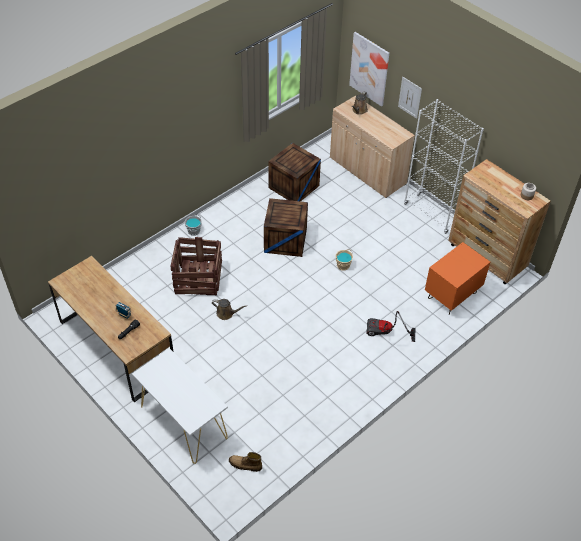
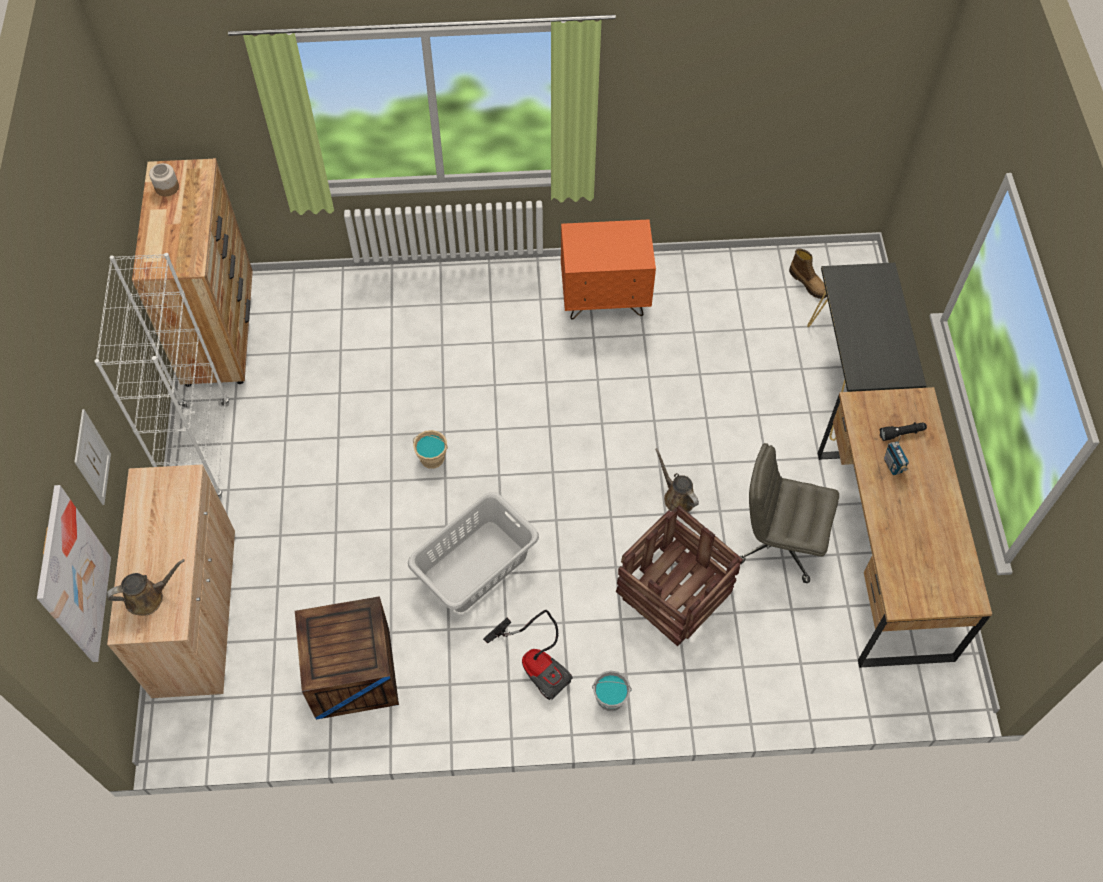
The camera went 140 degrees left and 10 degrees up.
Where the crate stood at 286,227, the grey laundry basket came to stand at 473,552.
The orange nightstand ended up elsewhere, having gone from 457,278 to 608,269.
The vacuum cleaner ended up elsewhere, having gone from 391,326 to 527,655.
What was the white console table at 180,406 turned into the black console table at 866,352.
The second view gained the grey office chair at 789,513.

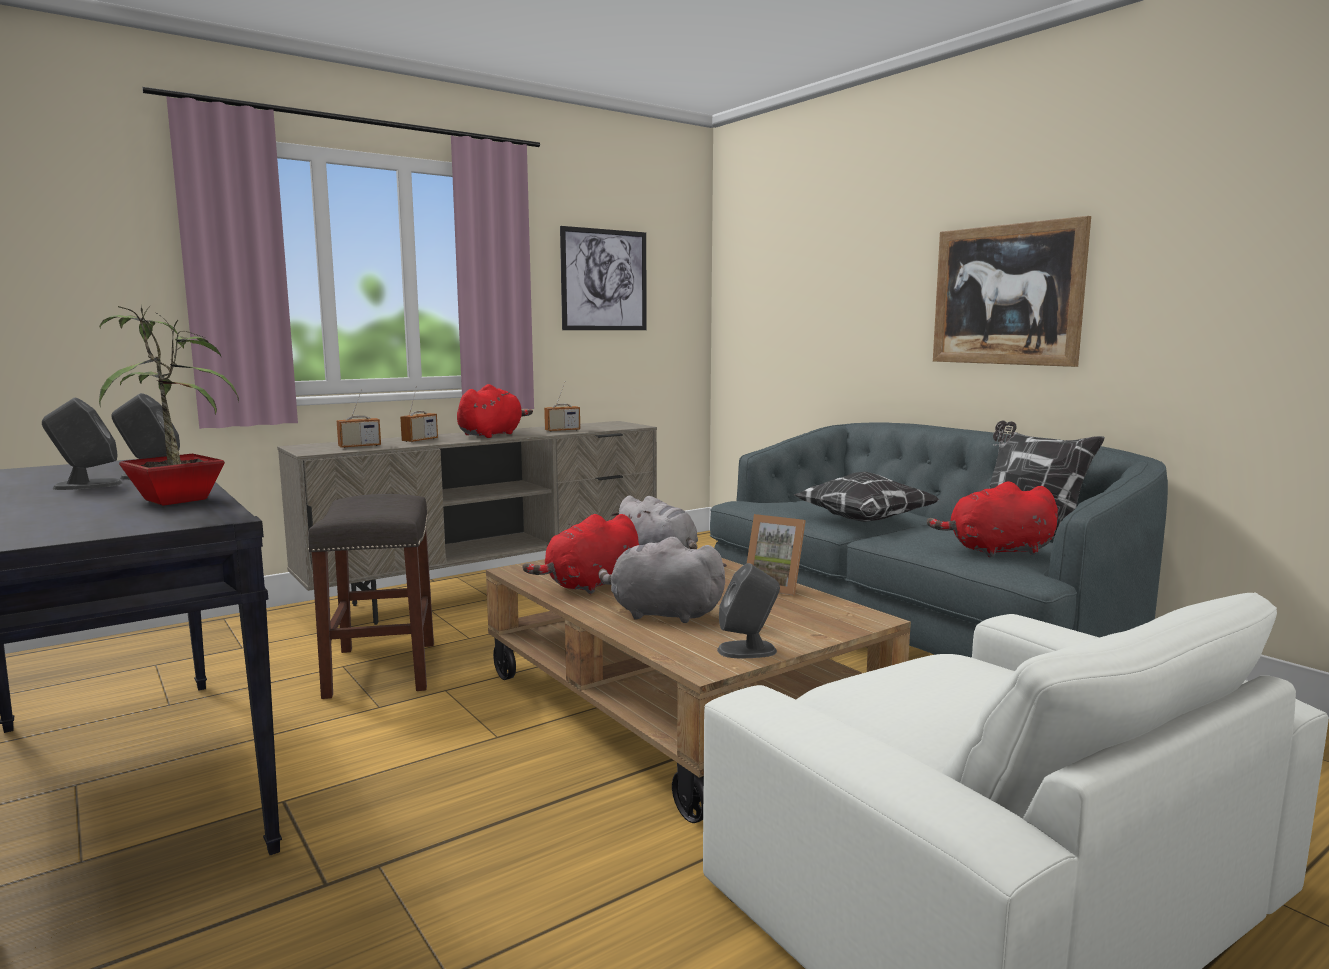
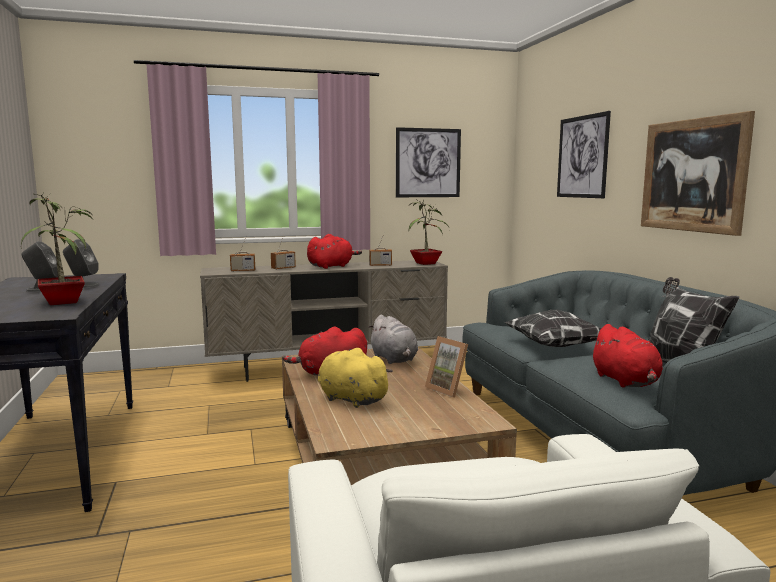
The camera went 20 degrees right and 0 degrees up.
The red plush toy at 992,519 ended up facing another way, 120 degrees counterclockwise from before.
The second view lost the grey stool at 371,596.
What was the grey plush toy at 662,580 turned into the yellow plush toy at 355,378.
The second view lost the grey speaker at 748,610.
The second view gained the picture at 584,154.
The second view gained the potted plant at 429,232.

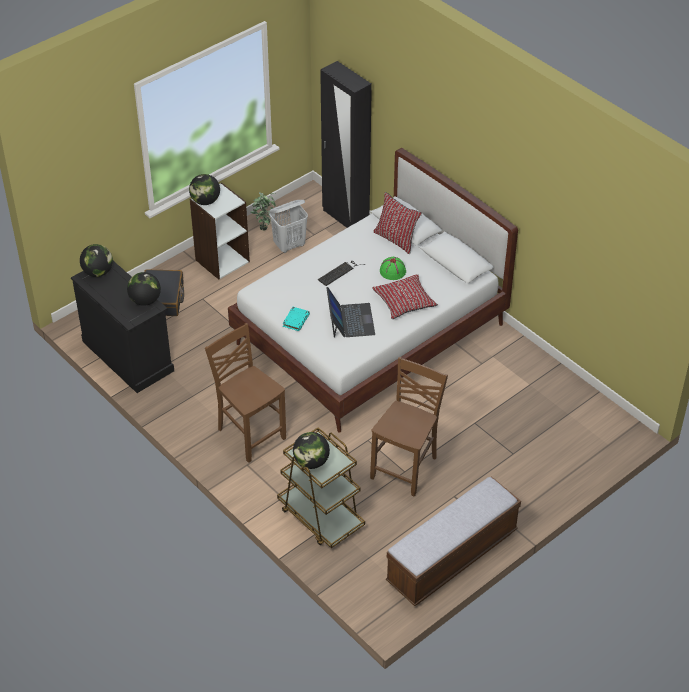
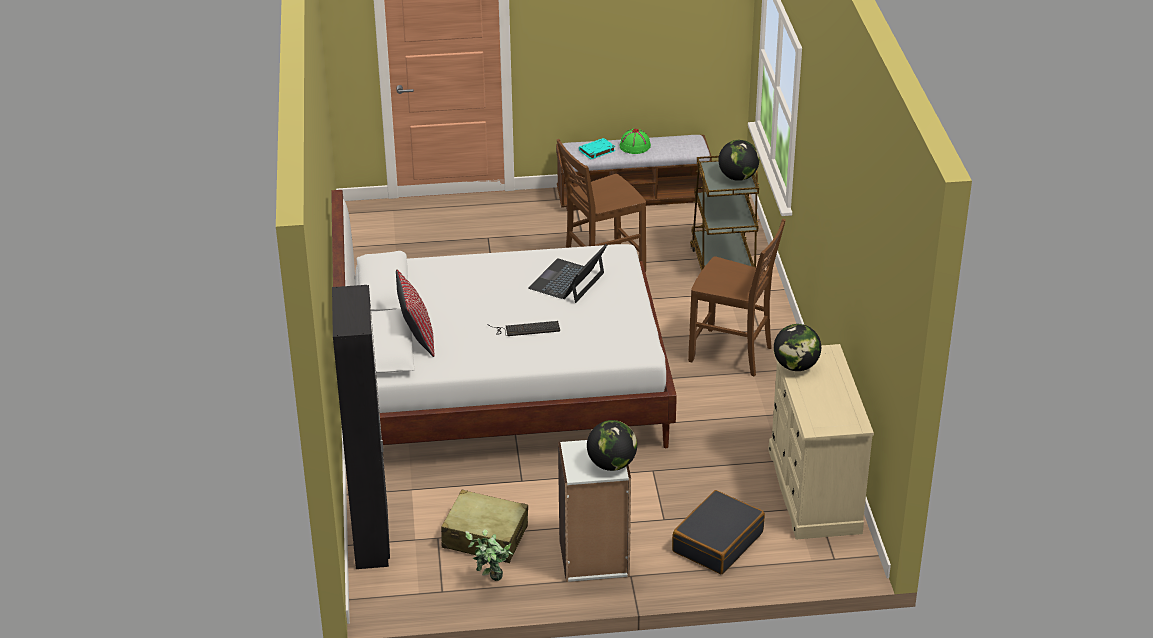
The camera went 145 degrees left and 10 degrees down.
Where the white laundry basket stood at 288,226, the beige suitcase came to stand at 484,526.
The second view lost the globe at 96,260.
The green hat ended up elsewhere, having gone from 393,268 to 635,141.
What was the black dresser at 122,327 turned into the beige dresser at 821,442.
The second view lost the red pillow at 405,296.
The turquoise book ended up elsewhere, having gone from 296,319 to 597,148.
The brown chair at 245,393 ended up facing another way, 60 degrees counterclockwise from before.

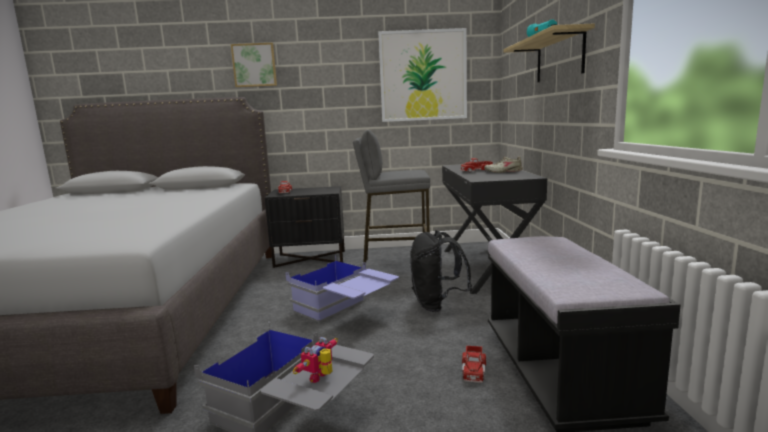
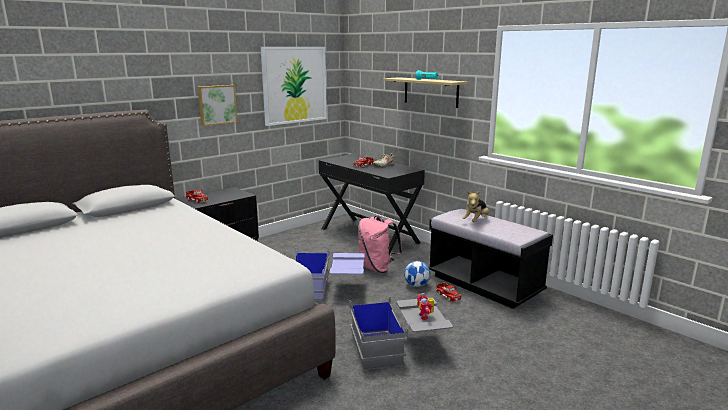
The camera went 40 degrees left and 5 degrees up.
The picture ended up elsewhere, having gone from 254,65 to 218,105.
The second view lost the grey stool at 391,197.
What was the black backpack at 441,271 turned into the pink backpack at 380,244.
The second view gained the plush toy at 475,206.
The second view gained the football at 417,274.

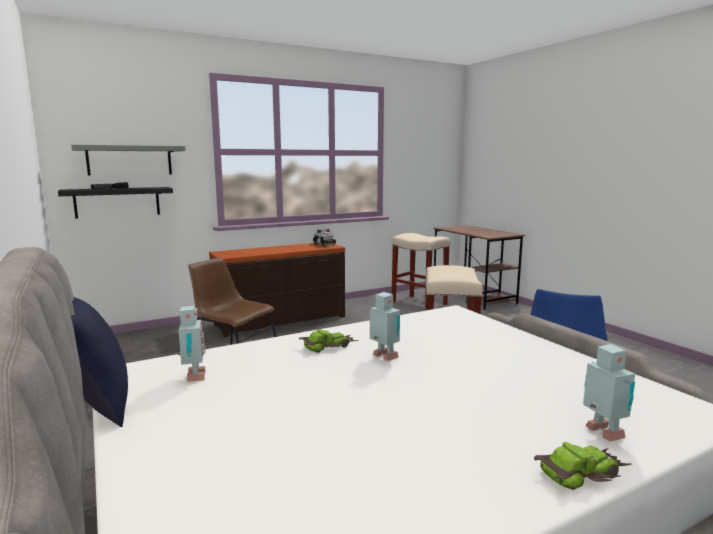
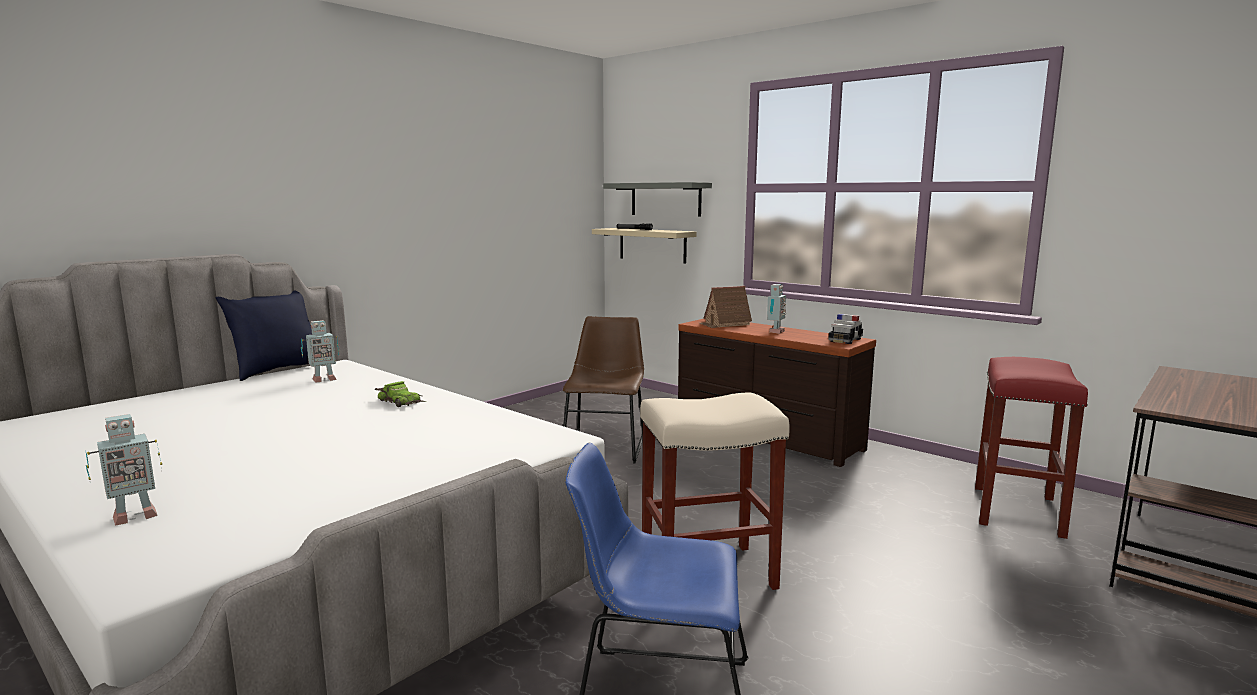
The camera went 70 degrees right and 0 degrees up.
What was the black shelf at 115,203 turned into the beige shelf at 644,246.
What was the beige stool at 421,272 turned into the red stool at 1031,448.
The toy robot ended up elsewhere, having gone from 385,326 to 776,309.
The second view lost the toy car at 582,466.
The second view gained the toy house at 725,307.

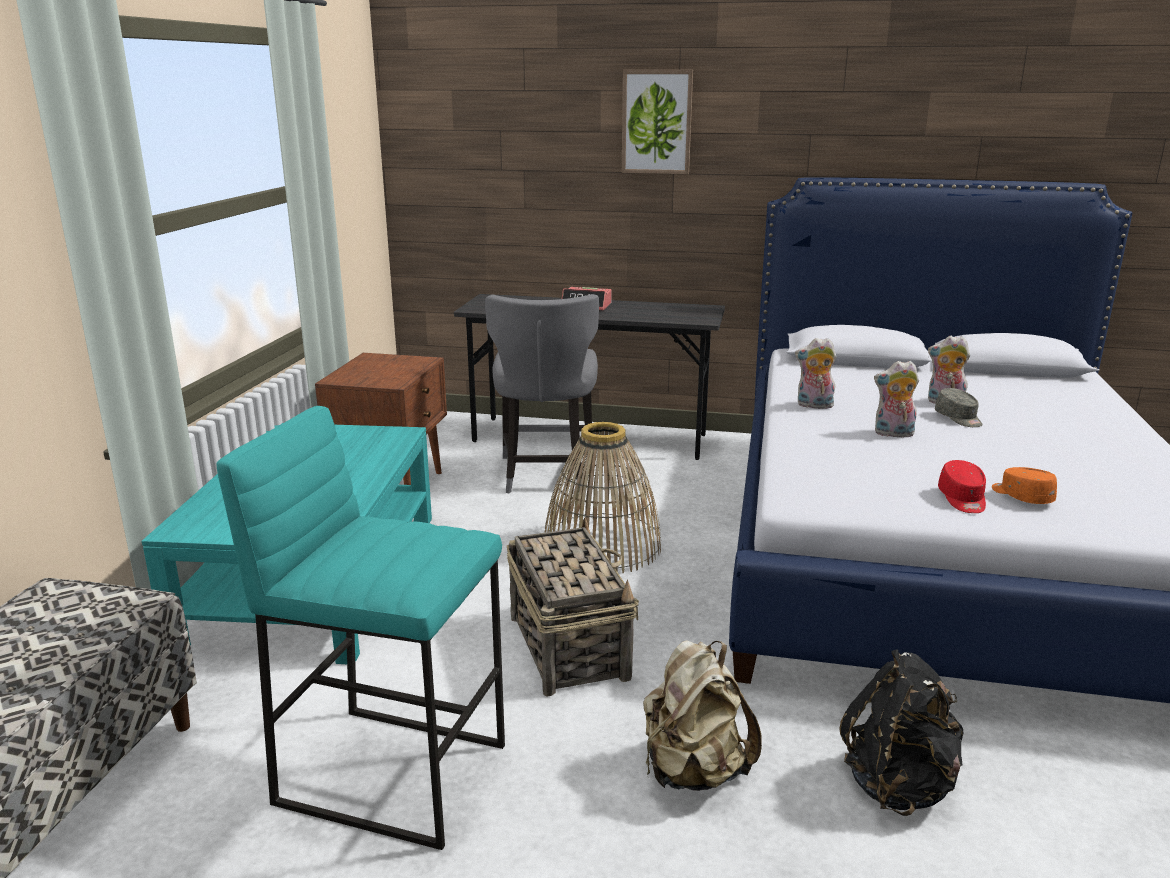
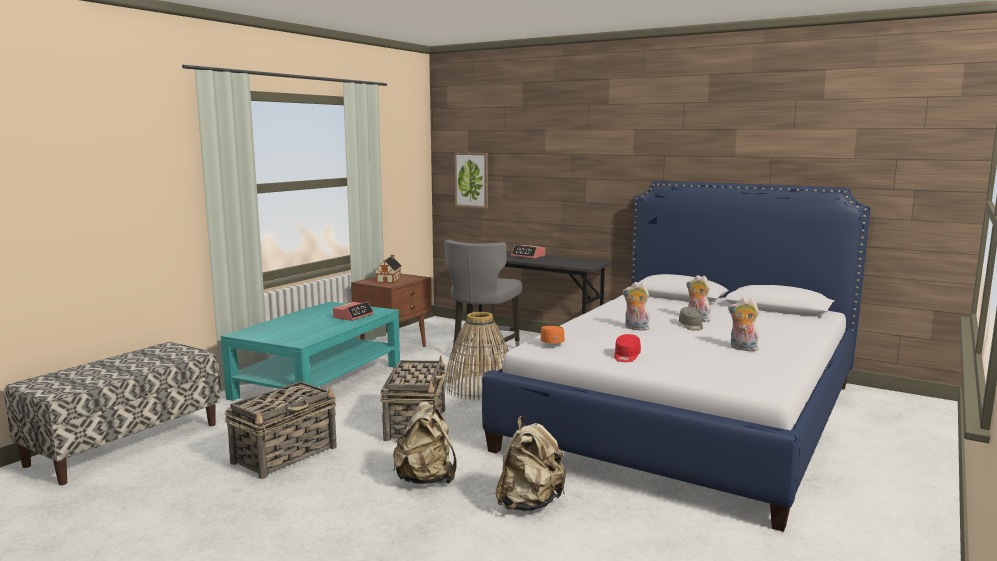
The camera went 20 degrees right and 10 degrees down.
The picture ended up elsewhere, having gone from 657,122 to 471,180.
The plush toy ended up elsewhere, having gone from 816,373 to 743,324.
Where the turquoise stool stood at 360,628, the basket came to stand at 281,430.
The orange cap ended up elsewhere, having gone from 1024,485 to 552,334.
What was the black backpack at 902,732 turned into the beige backpack at 531,463.
The second view gained the toy house at 388,269.
The second view gained the alarm clock at 353,311.

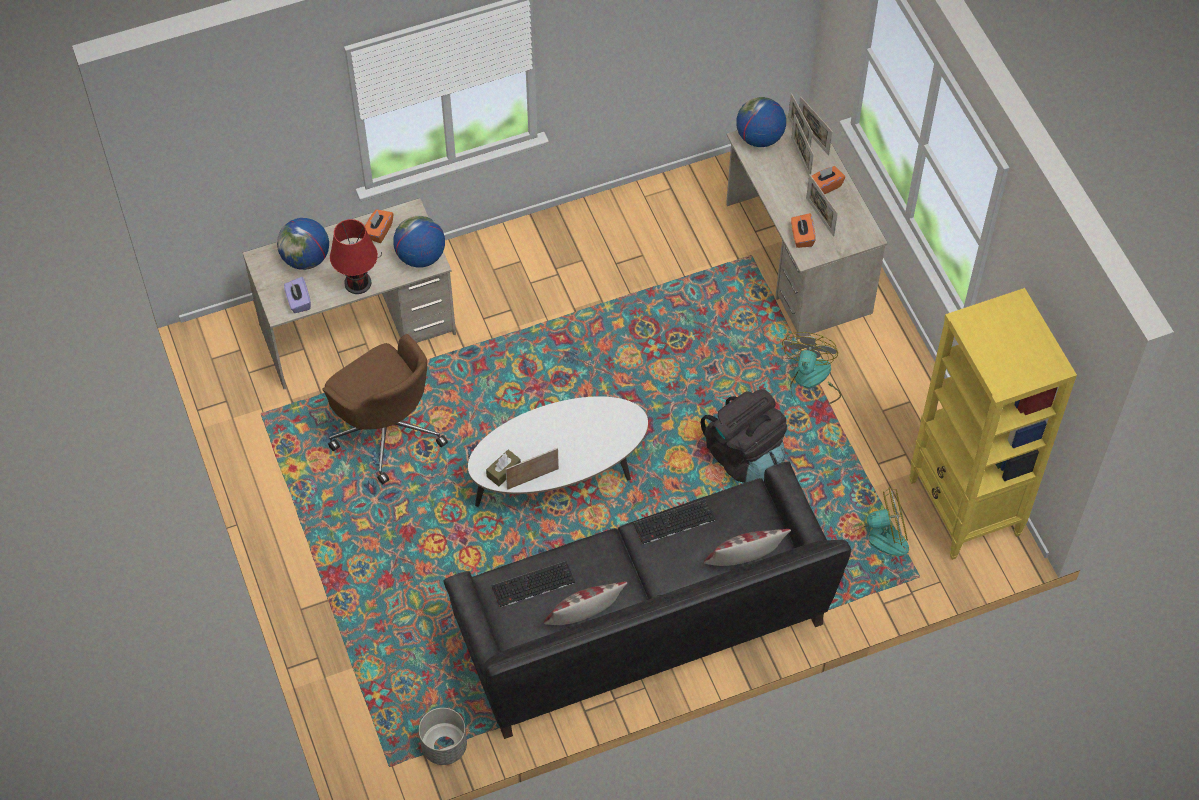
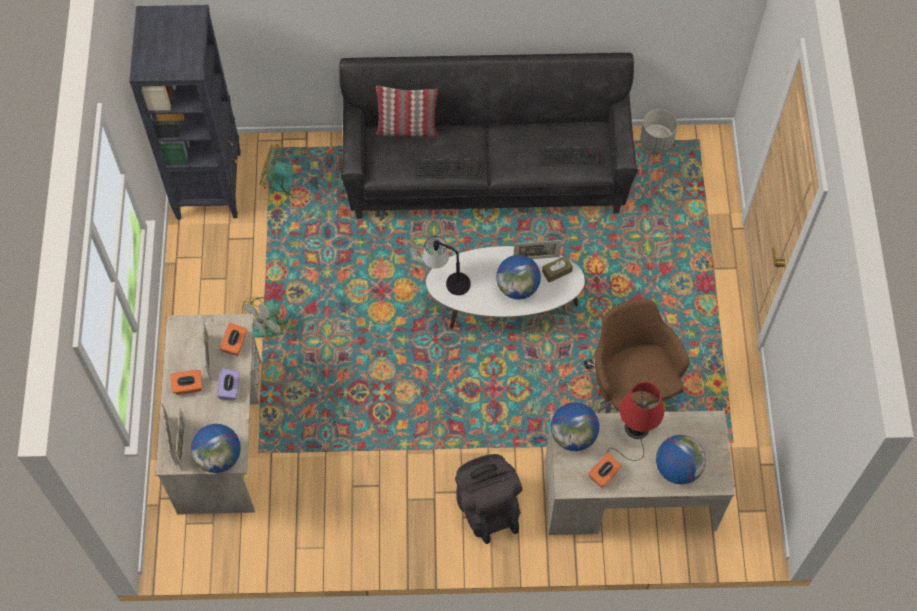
The camera went 160 degrees left and 5 degrees up.
The second view lost the picture frame at 802,145.
The purple tissue box ended up elsewhere, having gone from 297,295 to 228,384.
What was the yellow bookcase at 993,424 turned into the black bookcase at 185,112.
The black backpack ended up elsewhere, having gone from 744,436 to 488,499.
The second view lost the pillow at 585,603.
The second view gained the table lamp at 446,265.
The second view gained the globe at 518,277.

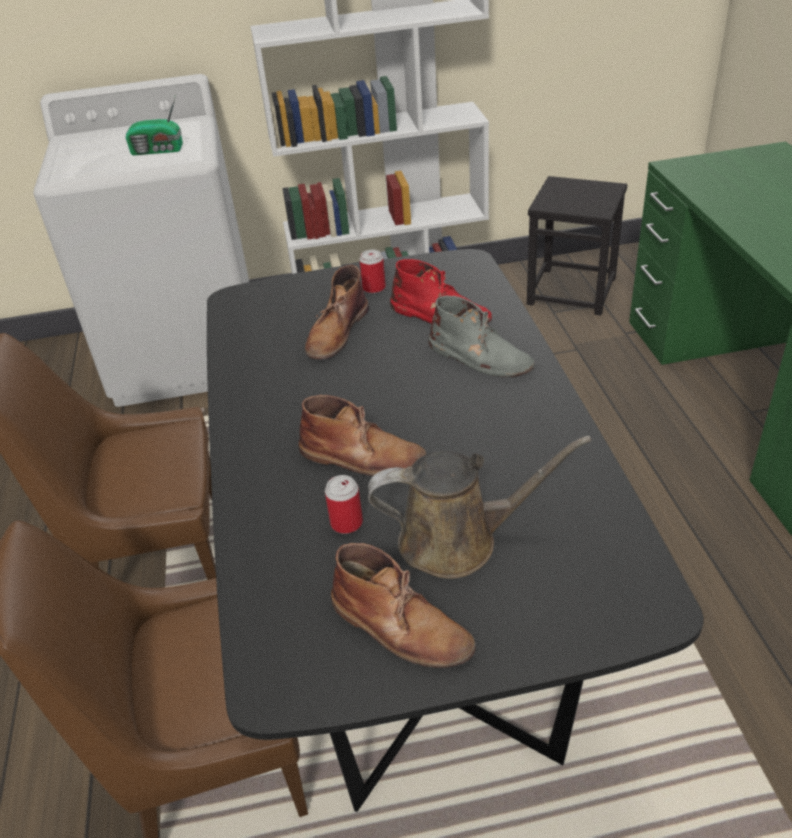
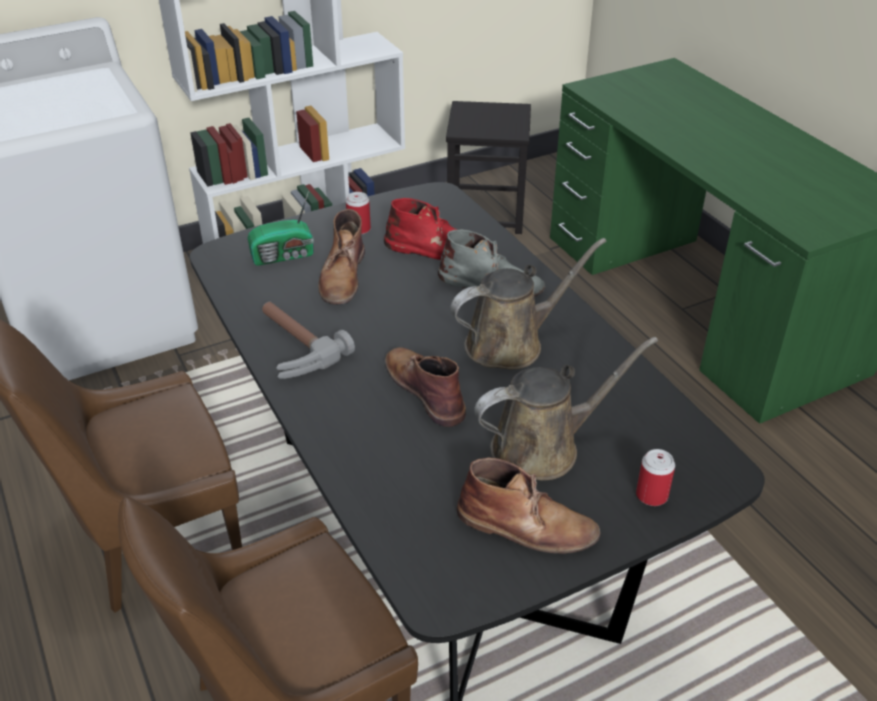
The camera went 20 degrees left and 0 degrees up.
The radio ended up elsewhere, having gone from 154,124 to 281,228.
The brown boot at 362,435 ended up facing another way, 120 degrees counterclockwise from before.
The can ended up elsewhere, having gone from 344,504 to 655,477.
The second view gained the brown watering can at 528,304.
The second view gained the hammer at 308,340.

